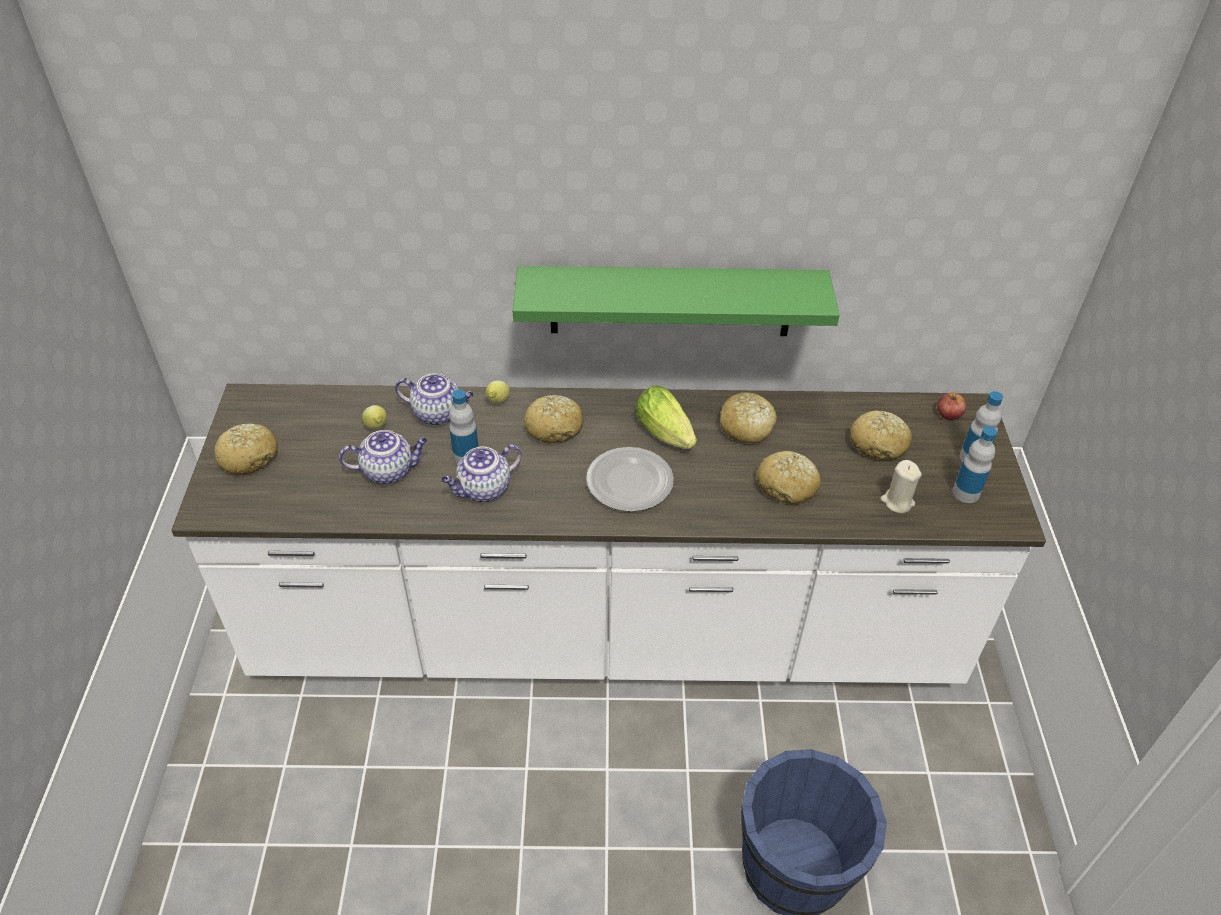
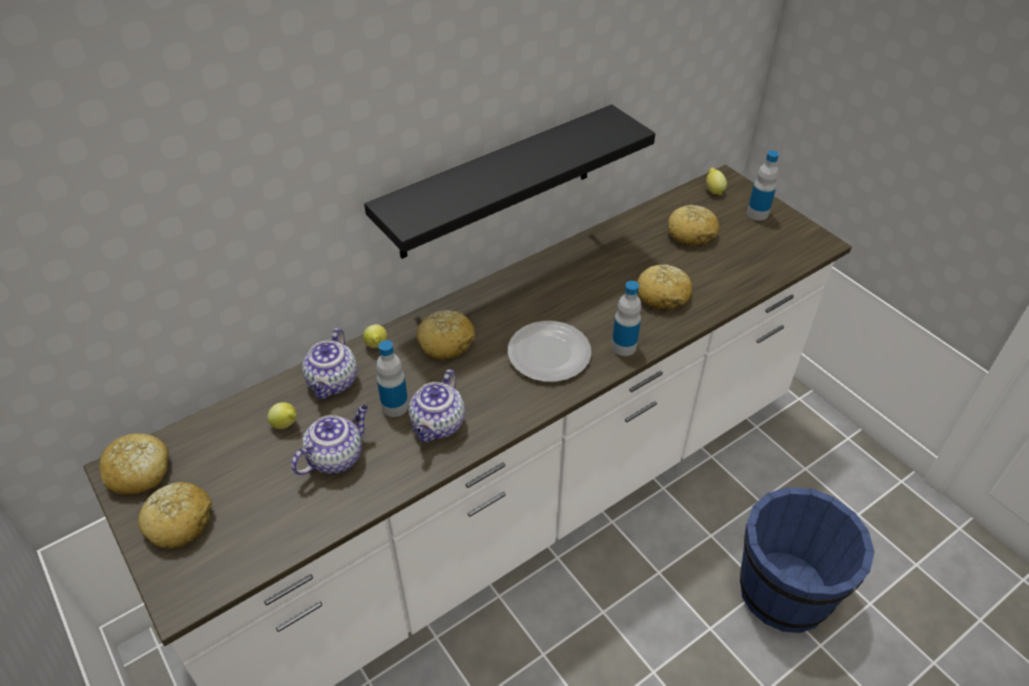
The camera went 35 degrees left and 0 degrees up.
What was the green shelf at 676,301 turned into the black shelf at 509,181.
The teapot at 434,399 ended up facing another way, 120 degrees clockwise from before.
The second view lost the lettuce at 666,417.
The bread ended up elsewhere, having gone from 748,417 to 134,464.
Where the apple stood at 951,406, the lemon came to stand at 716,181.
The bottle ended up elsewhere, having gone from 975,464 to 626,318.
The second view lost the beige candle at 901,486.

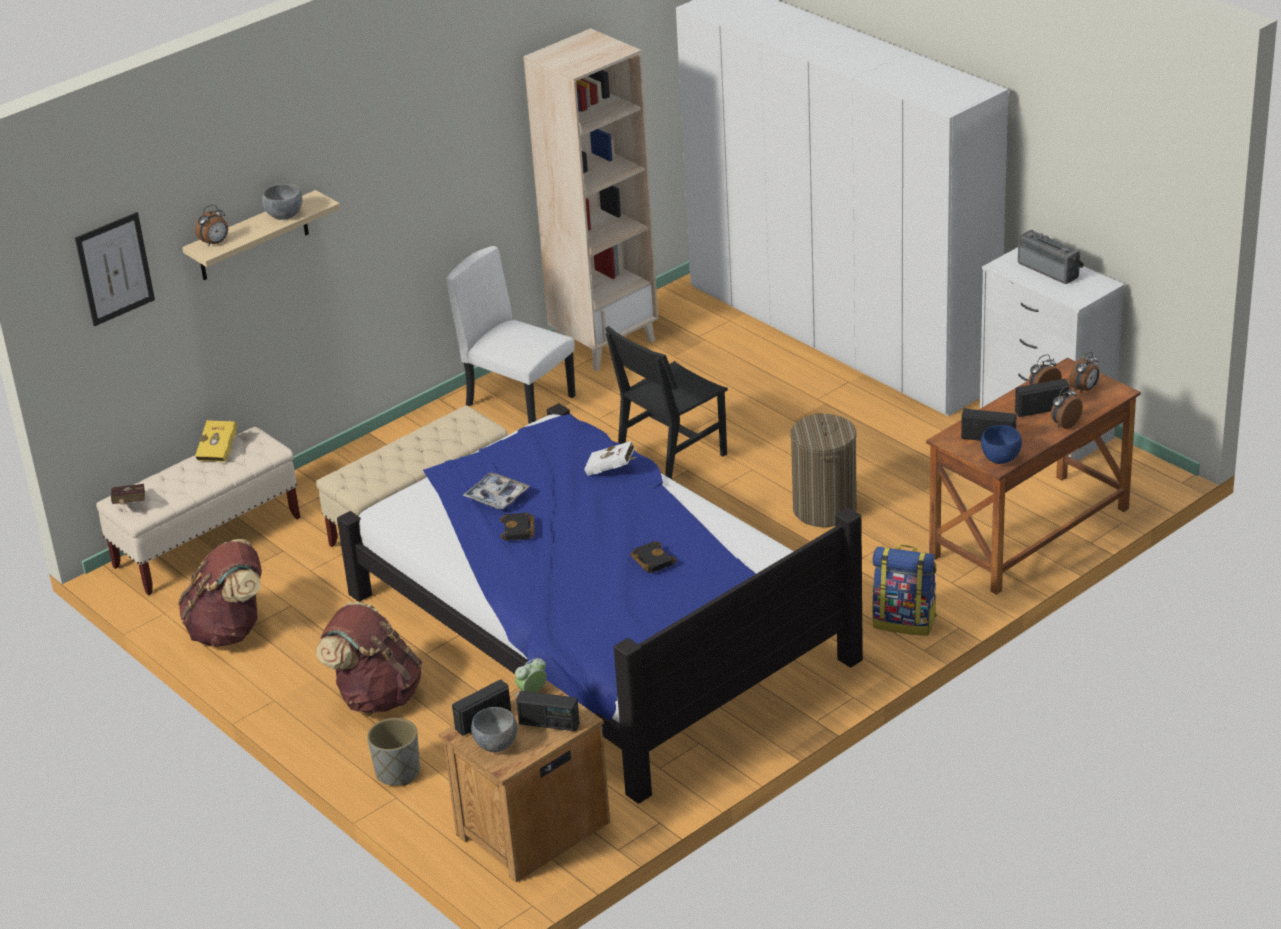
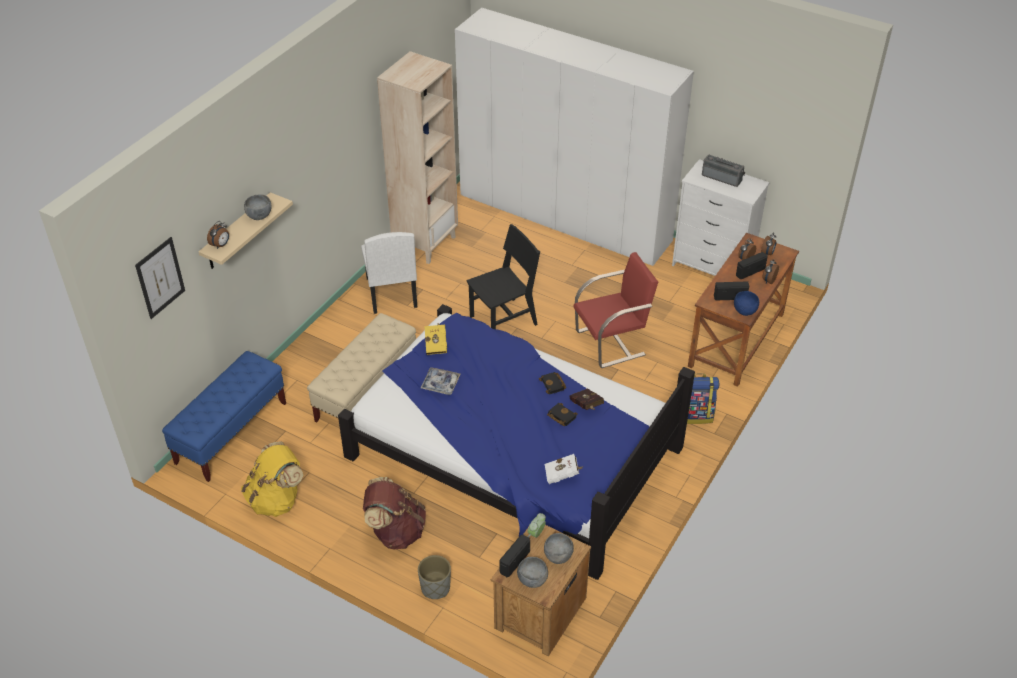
The camera went 20 degrees left and 10 degrees up.
The white chair at 510,335 ended up facing another way, 120 degrees counterclockwise from before.
The black chair at 666,402 ended up facing another way, 150 degrees counterclockwise from before.
Where the laundry basket stood at 823,470, the red chair came to stand at 615,310.
The yellow book ended up elsewhere, having gone from 216,440 to 435,338.
What was the beige bench at 198,511 turned into the blue bench at 224,416.
The white book ended up elsewhere, having gone from 610,458 to 564,469.
The red book ended up elsewhere, having gone from 128,494 to 587,399.
The black book ended up elsewhere, having gone from 517,527 to 552,383.
What was the brown backpack at 220,593 turned into the yellow backpack at 272,479.
Where the radio stood at 548,711, the grey bowl came to stand at 559,548.

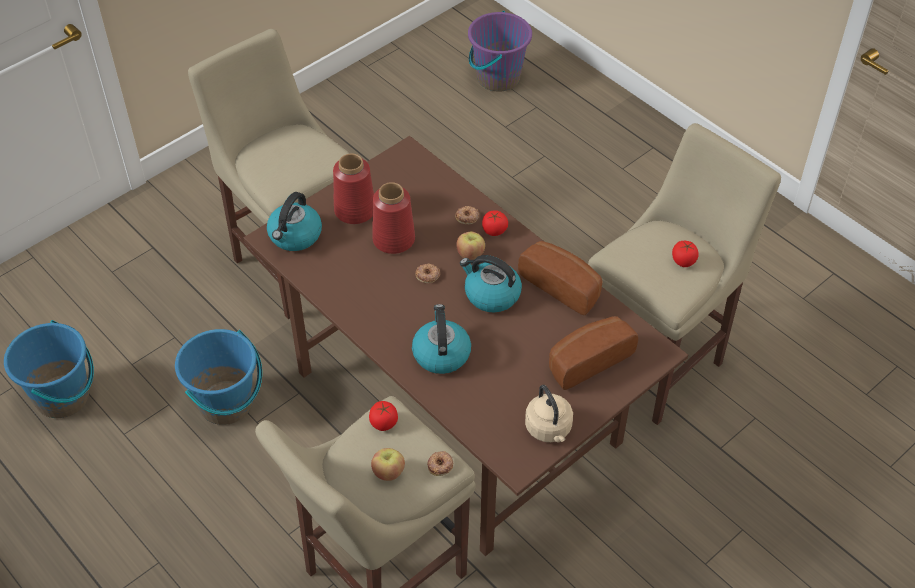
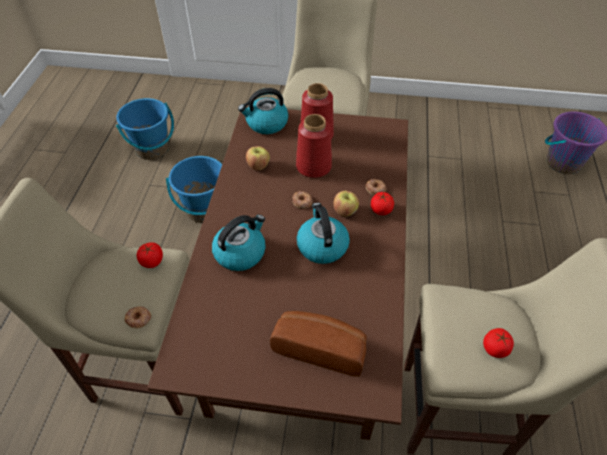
The camera went 50 degrees right and 0 degrees up.
The second view lost the bread at 560,278.
The second view lost the beige kettle at 549,413.
The apple ended up elsewhere, having gone from 388,464 to 258,158.

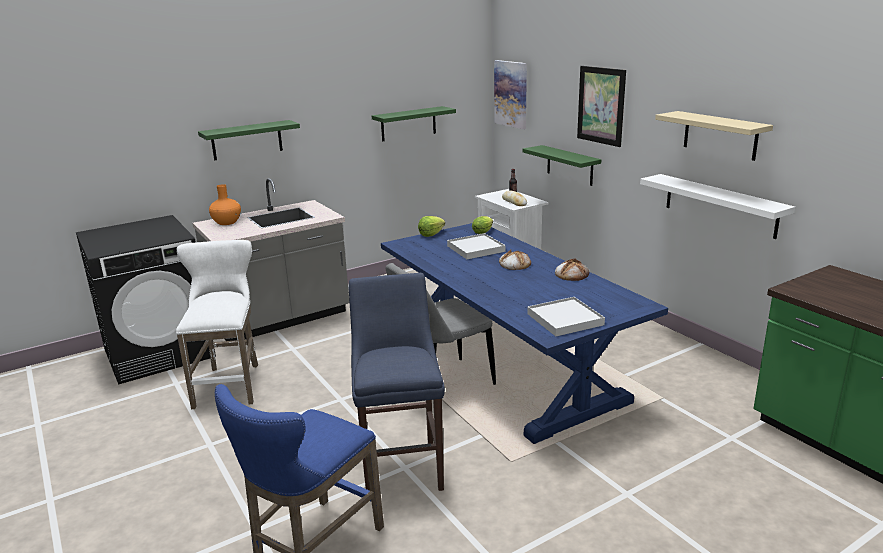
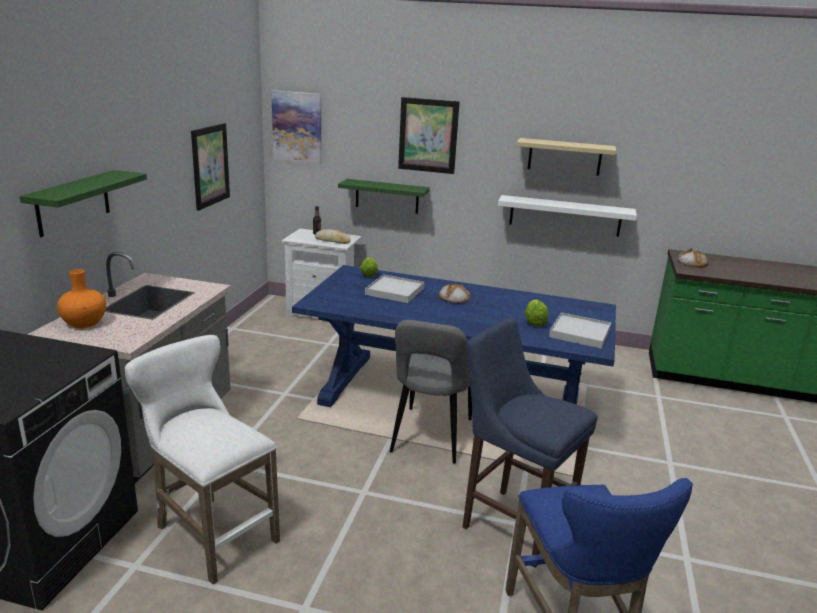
The camera went 45 degrees left and 0 degrees up.
Where the green shelf hung at 414,123, the picture came to hang at 210,167.
The lettuce ended up elsewhere, having gone from 431,226 to 536,313.
The bread ended up elsewhere, having gone from 572,270 to 693,257.

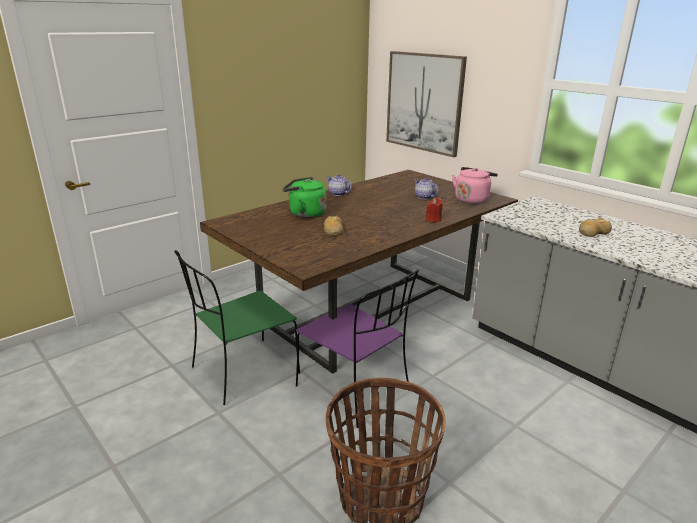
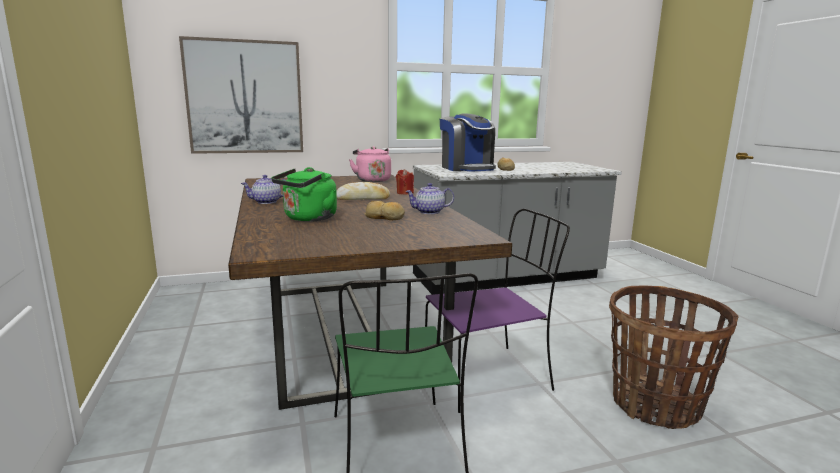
The camera went 65 degrees left and 10 degrees down.
The teapot ended up elsewhere, having gone from 426,188 to 429,198.
The second view gained the coffee machine at 468,143.
The second view gained the bread at 363,191.

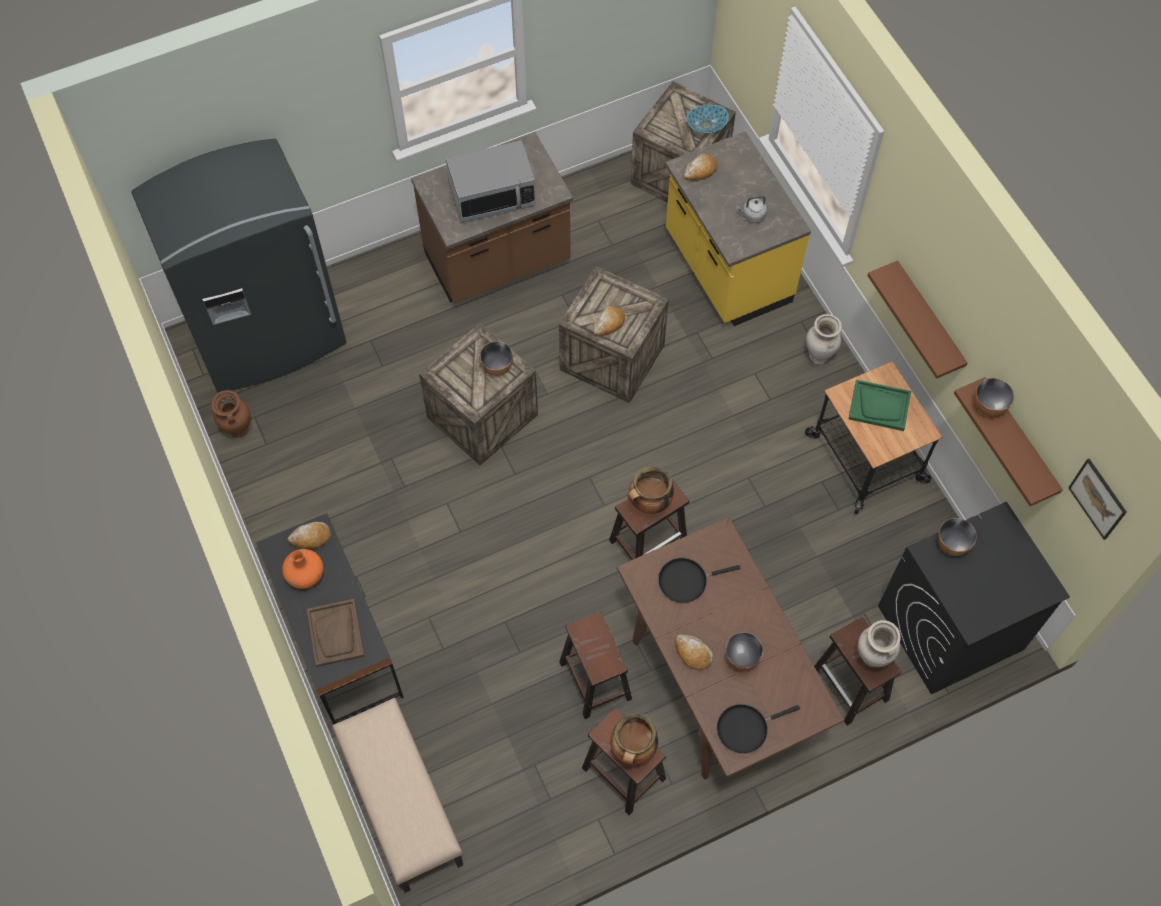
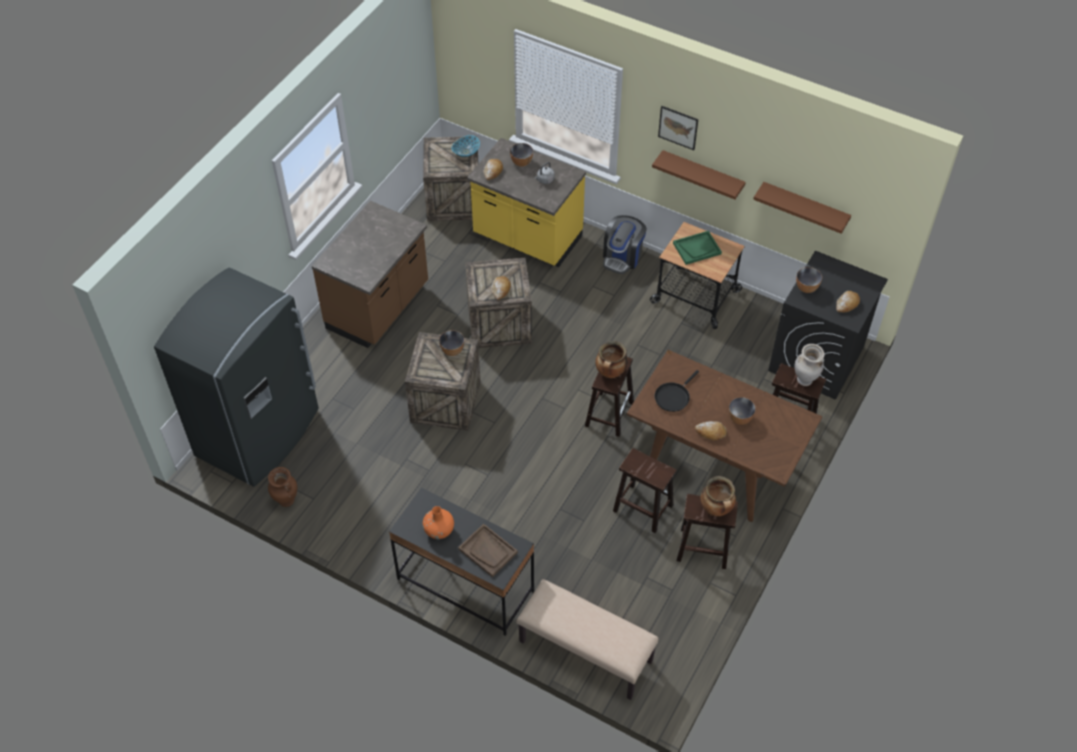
The camera went 35 degrees left and 10 degrees down.
The second view lost the microwave at 491,182.
Where the beige vase stood at 824,339, the coffee machine came to stand at 625,244.
The bowl ended up elsewhere, having gone from 994,397 to 521,155.
The picture ended up elsewhere, having gone from 1097,499 to 678,128.
The bread ended up elsewhere, having gone from 309,535 to 848,302.
The second view lost the black frying pan at 758,729.

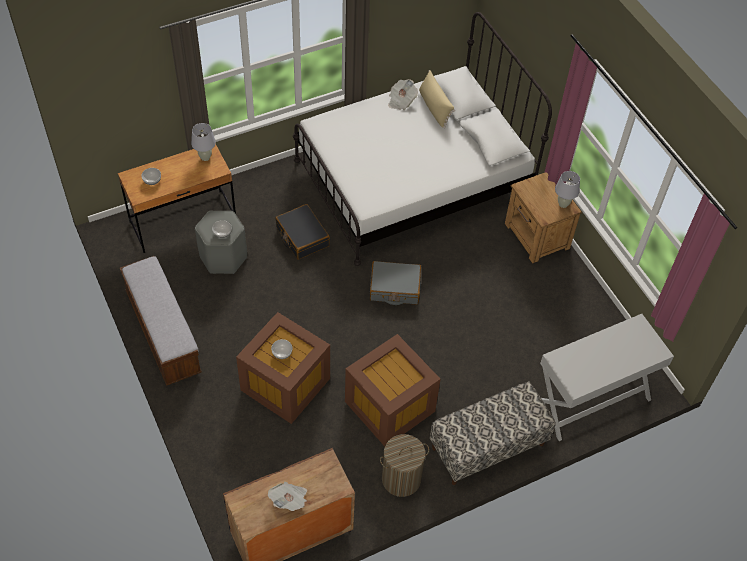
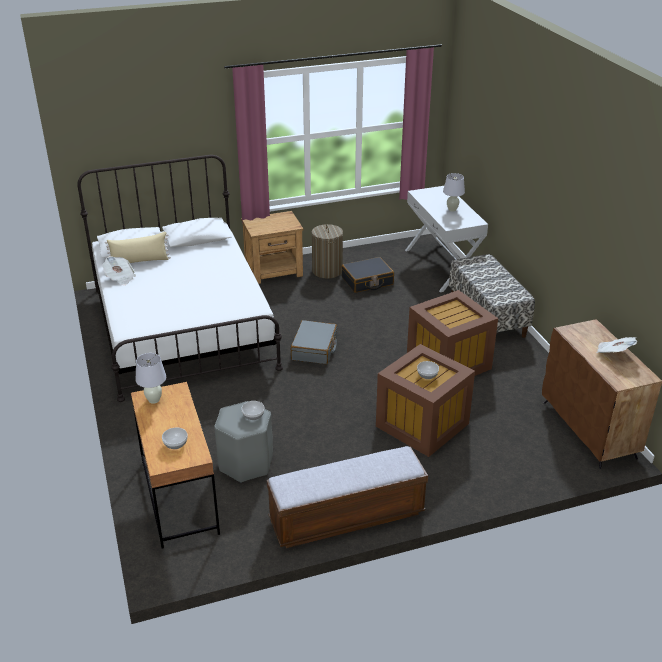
The camera went 80 degrees left and 20 degrees down.
The white table lamp ended up elsewhere, having gone from 567,189 to 454,192.
The black suitcase ended up elsewhere, having gone from 302,232 to 368,275.
The laundry basket ended up elsewhere, having gone from 404,465 to 327,251.

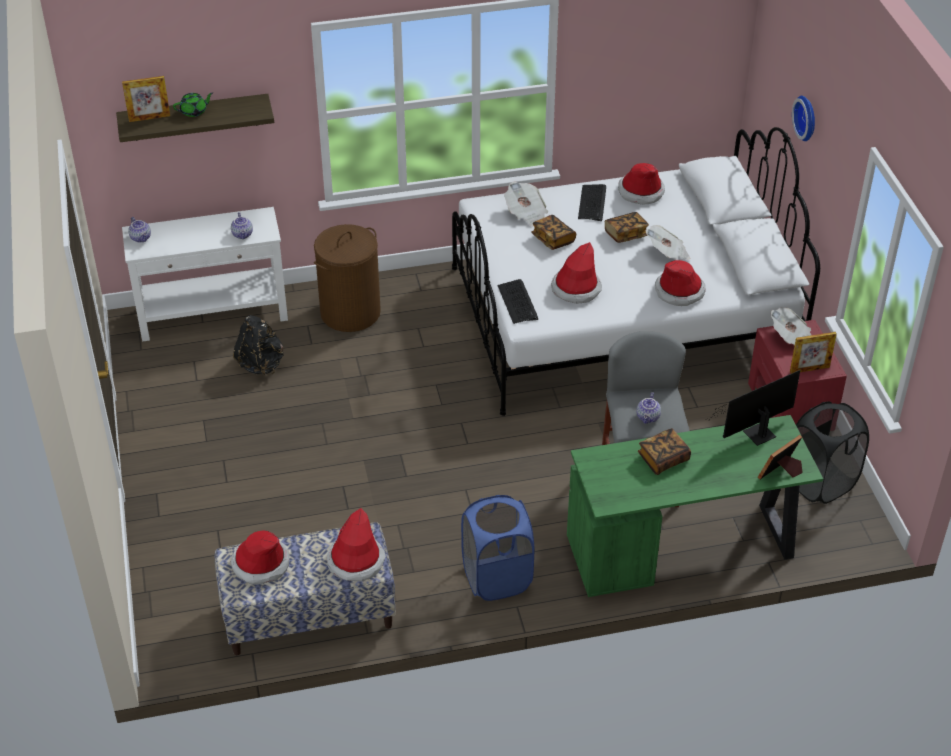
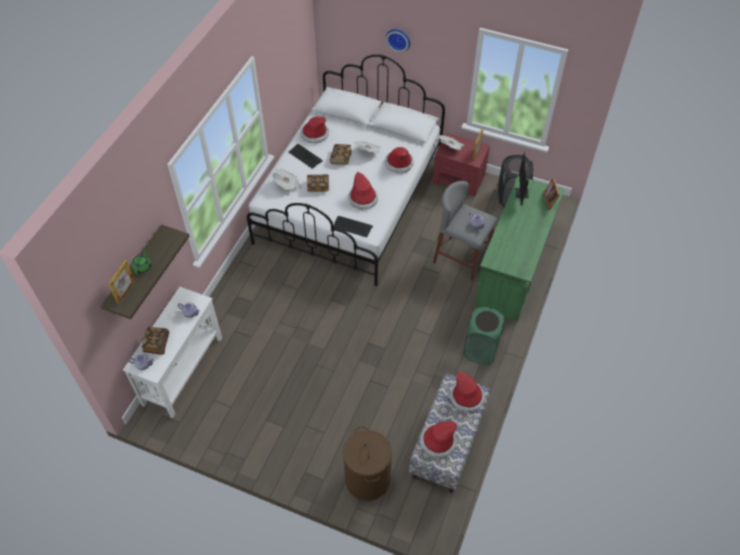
The camera went 55 degrees left and 10 degrees up.
The brown laundry basket ended up elsewhere, having gone from 347,278 to 367,463.
The second view lost the black backpack at 258,345.
The book ended up elsewhere, having gone from 664,451 to 155,341.
What was the blue laundry basket at 497,548 turned into the green laundry basket at 484,335.

